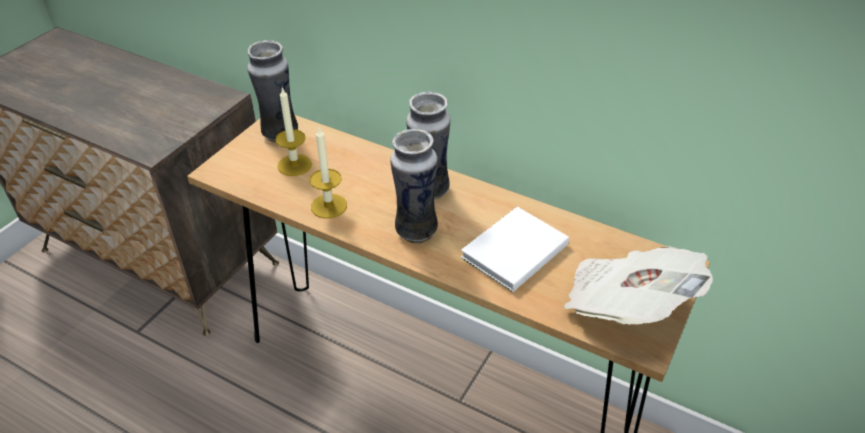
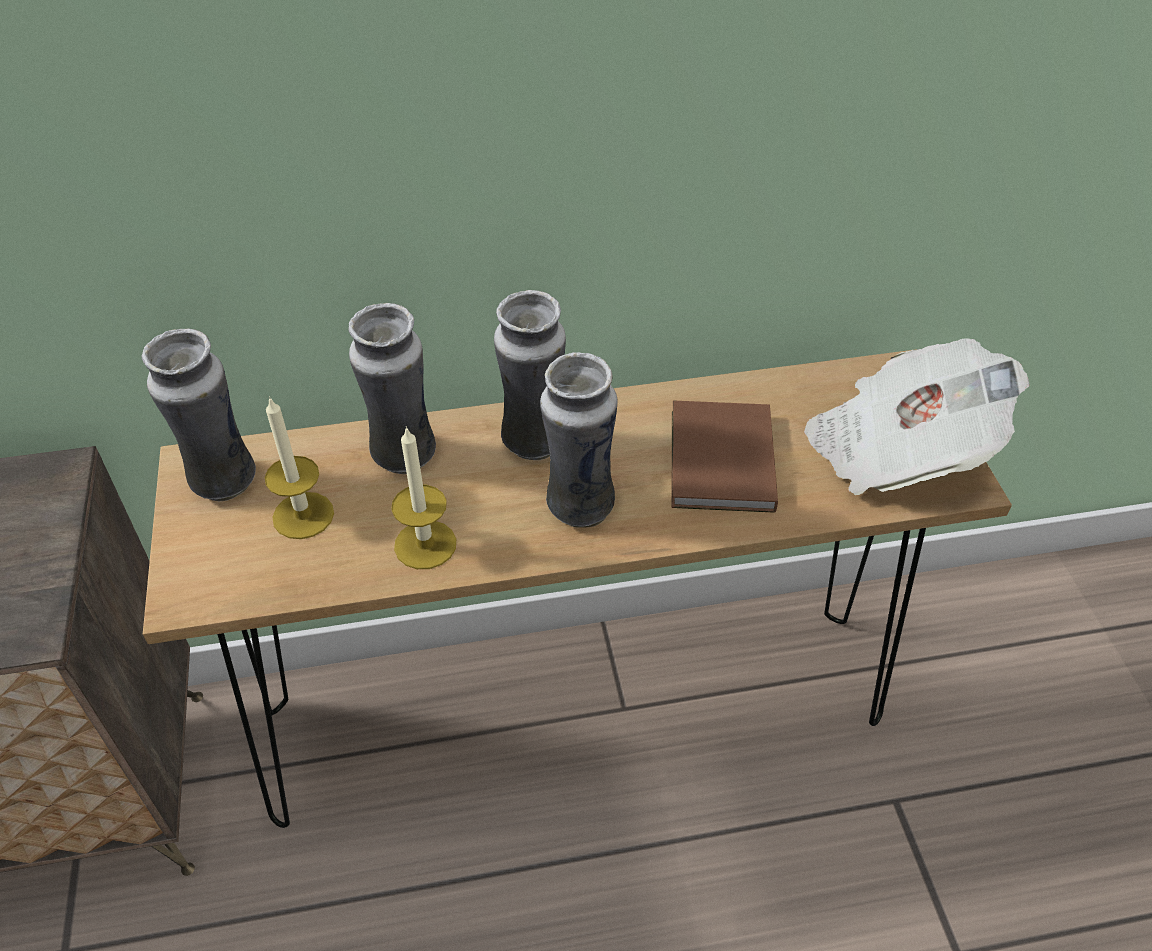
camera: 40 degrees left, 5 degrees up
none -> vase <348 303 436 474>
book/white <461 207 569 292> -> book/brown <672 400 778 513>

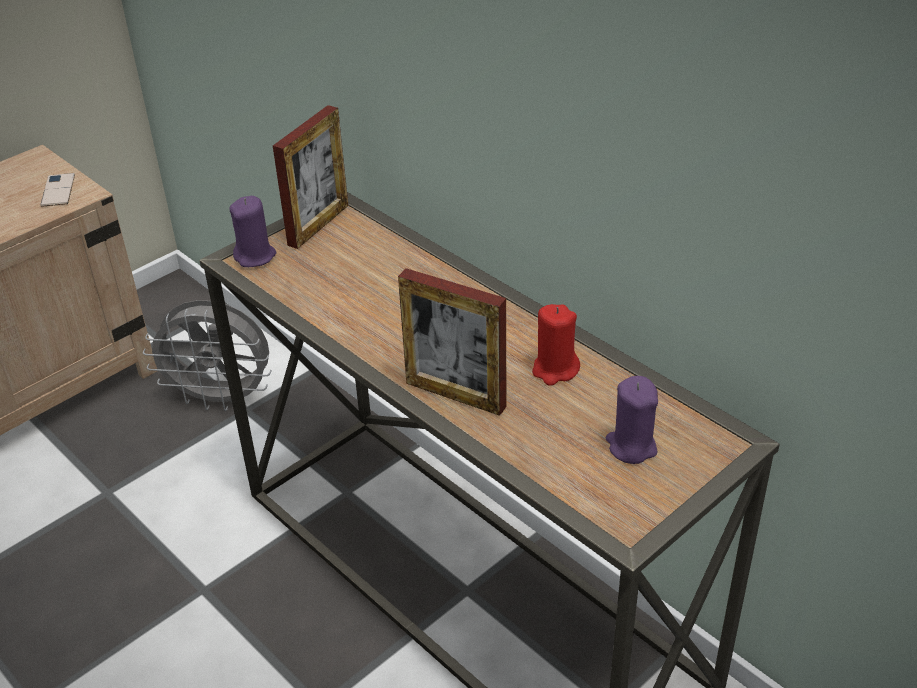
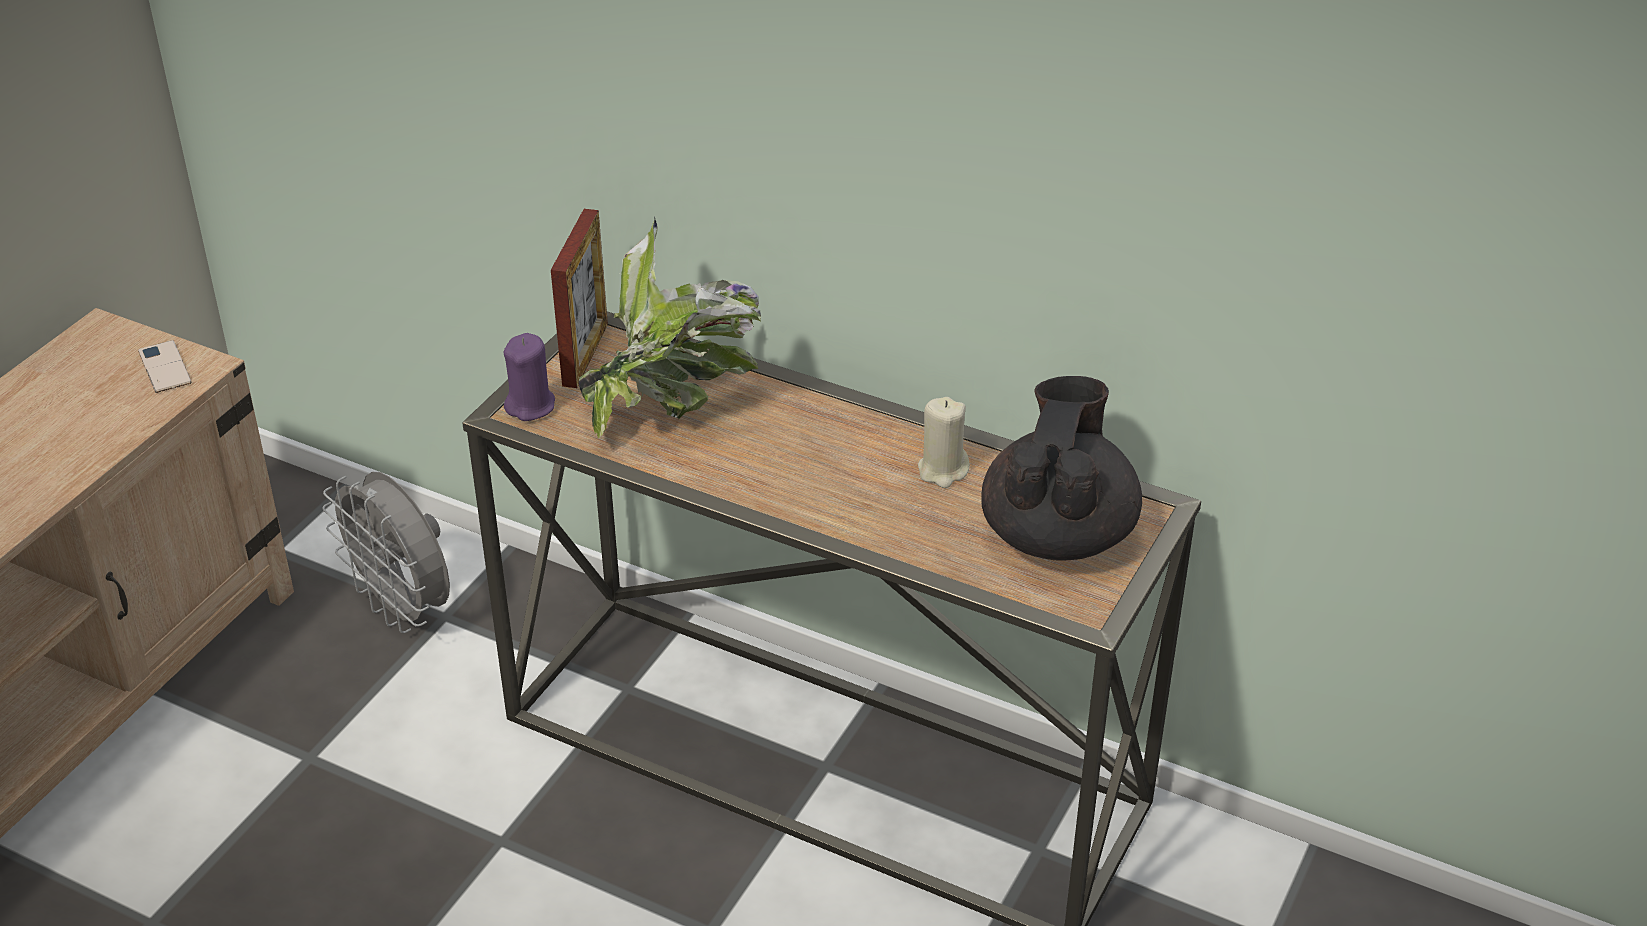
camera: 20 degrees left, 0 degrees up
picture frame <398 268 506 416> -> none
none -> potted plant <579 216 761 439>
candle/purple <606 376 658 464> -> teapot/black <981 376 1142 561>
candle/red <532 304 580 386> -> candle/beige <918 397 970 488>
fan/grey <143 300 272 411> -> fan/grey <322 472 450 634>, 60 degrees clockwise

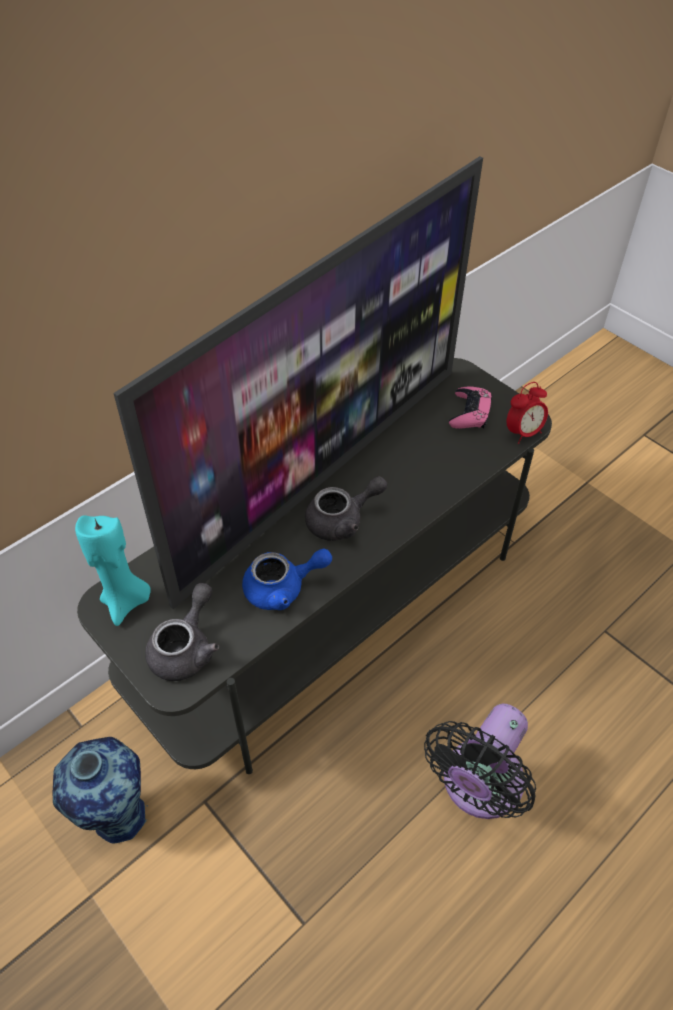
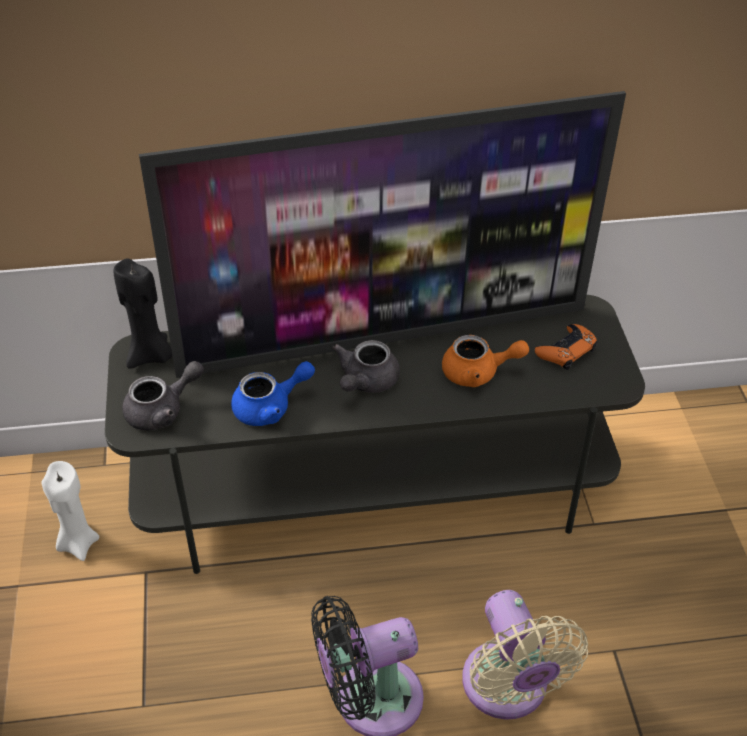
camera: 35 degrees right, 5 degrees down
alarm clock <507 382 548 444> -> none
none -> teapot/orange <442 335 529 387>
none -> fan/beige <462 590 588 720>
vase <53 737 148 844> -> candle/white <41 461 99 561>
candle/turquoise <75 515 151 626> -> candle/black <113 258 173 369>
game controller/pink <449 386 492 429> -> game controller/orange <535 324 597 370>
teapot/blue <242 548 332 610> -> teapot/blue <231 361 315 426>, 45 degrees counterclockwise
teapot/grey <305 476 387 541> -> teapot/grey <332 340 400 393>, 105 degrees clockwise

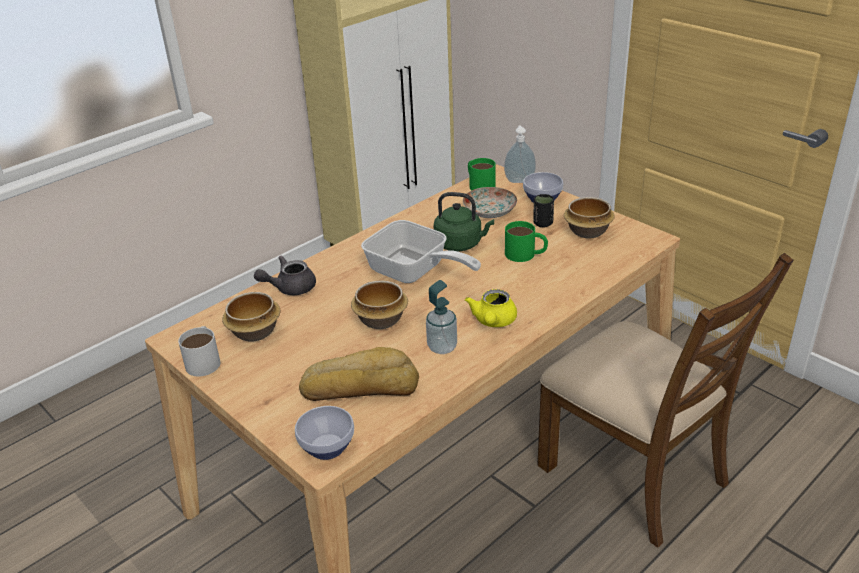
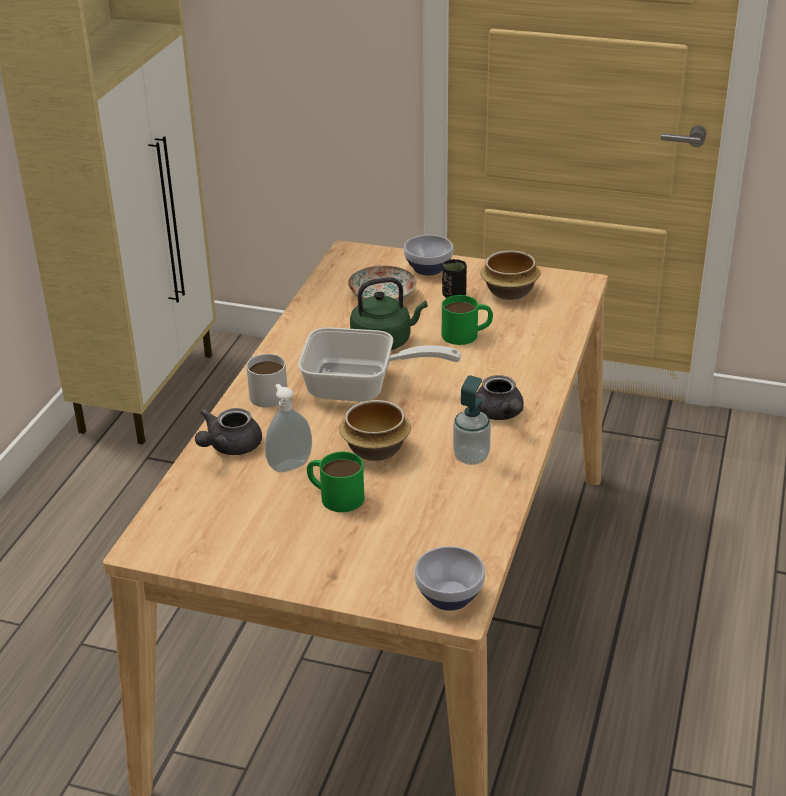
camera: 30 degrees left, 0 degrees up
bowl <222 292 280 342> -> none
bread <299 347 419 401> -> none
chair/brown <537 253 793 548> -> none
mug/white <178 326 221 376> -> mug/white <246 354 287 408>, move
mug/green <468 158 496 191> -> mug/green <307 452 364 512>, move
soap dispenser <504 125 536 183> -> soap dispenser <265 384 312 473>, move
teapot/yellow <465 289 517 327> -> teapot/grey <476 375 524 420>

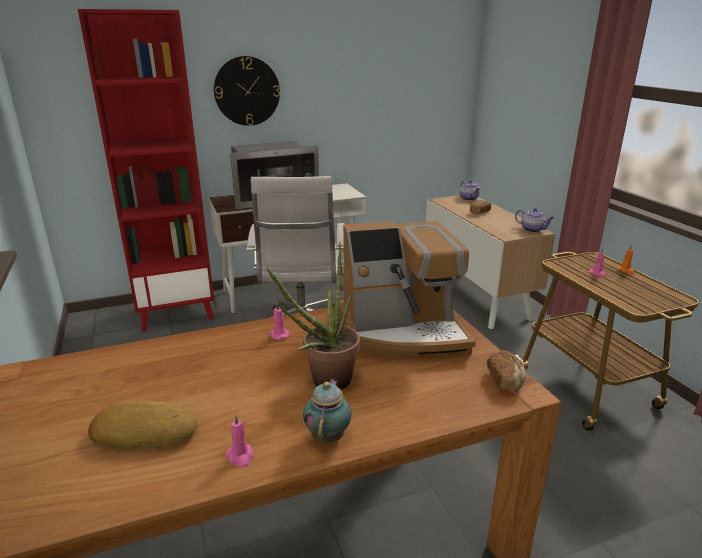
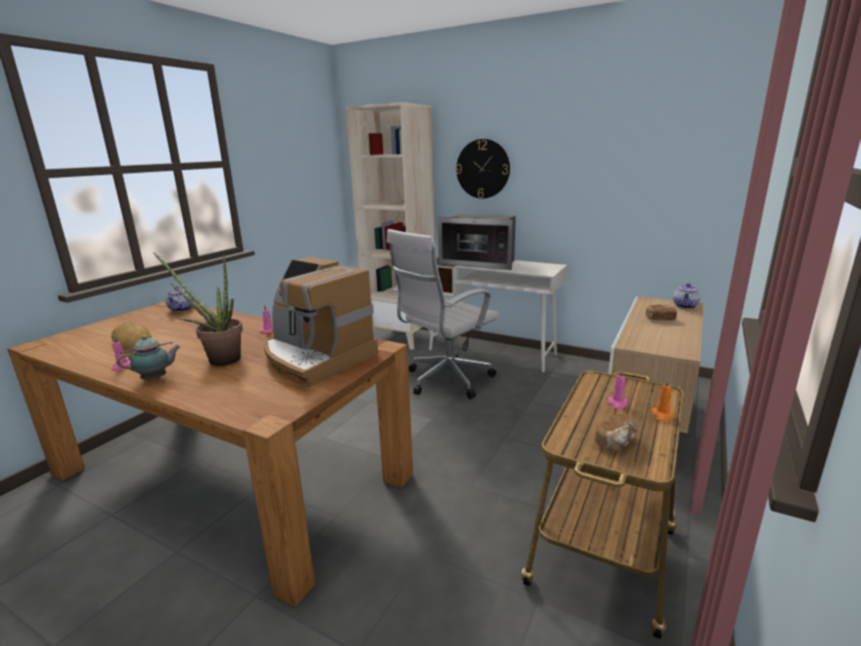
camera: 50 degrees right, 5 degrees down
bread <487 350 526 391> -> bread <595 414 638 452>, move
teapot <515 208 554 232> -> teapot <165 286 194 312>, move
bookcase/red <78 9 214 332> -> bookcase/beige <346 102 435 350>

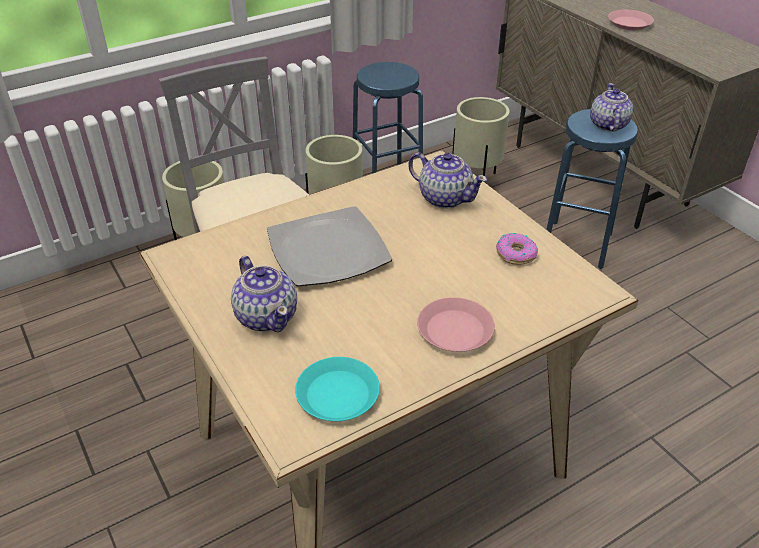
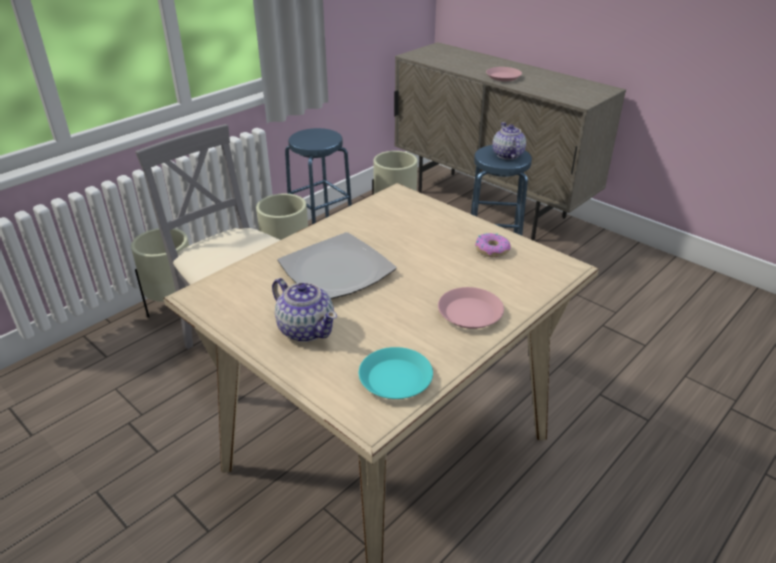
camera: 15 degrees left, 5 degrees down
teapot <408 152 487 209> -> none

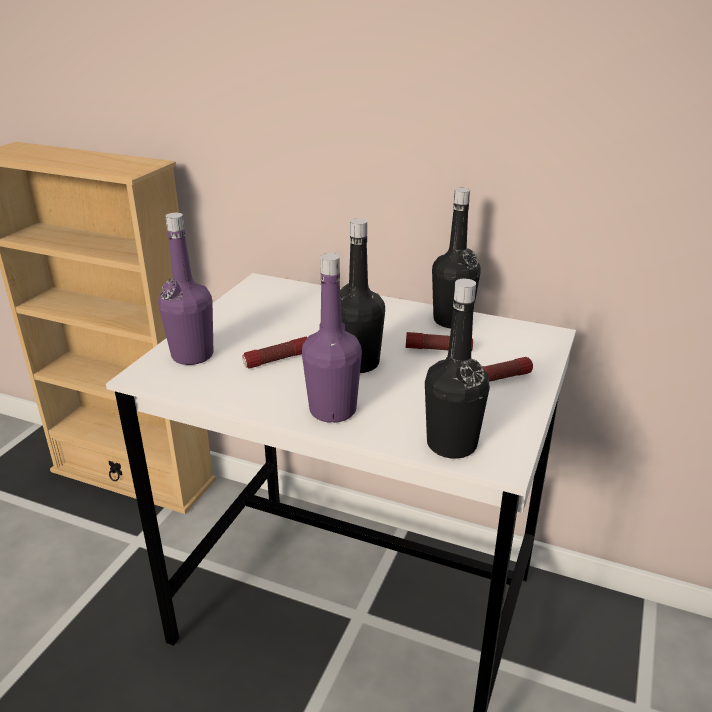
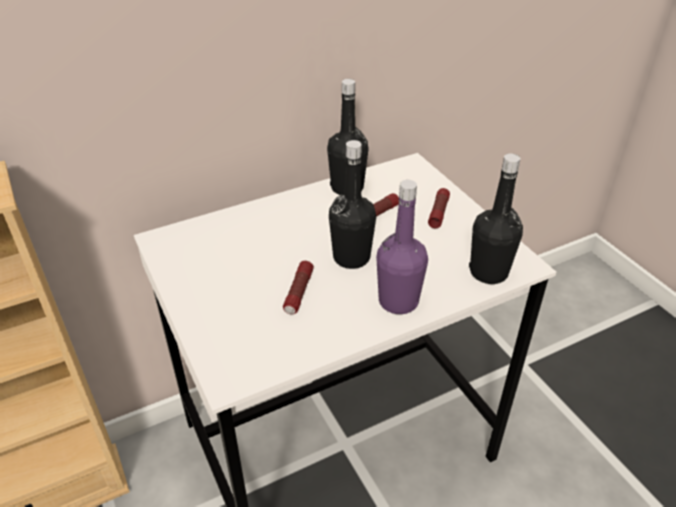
camera: 50 degrees left, 10 degrees up
bottle/purple <158 213 213 365> -> none

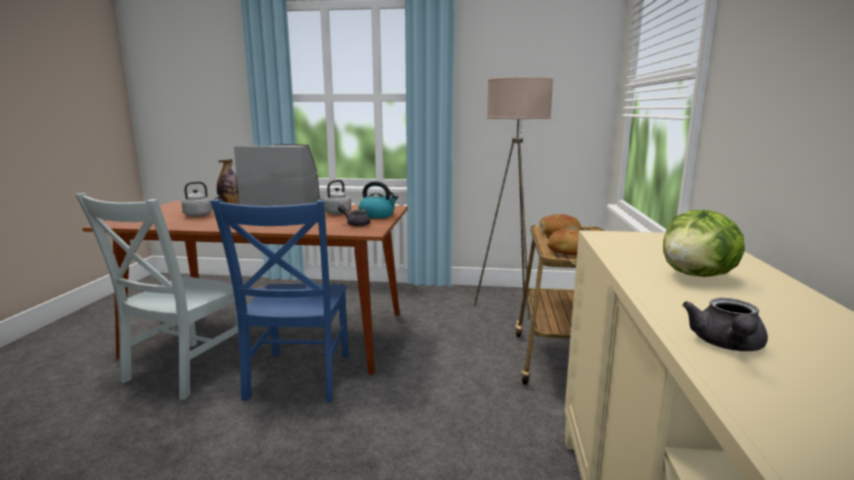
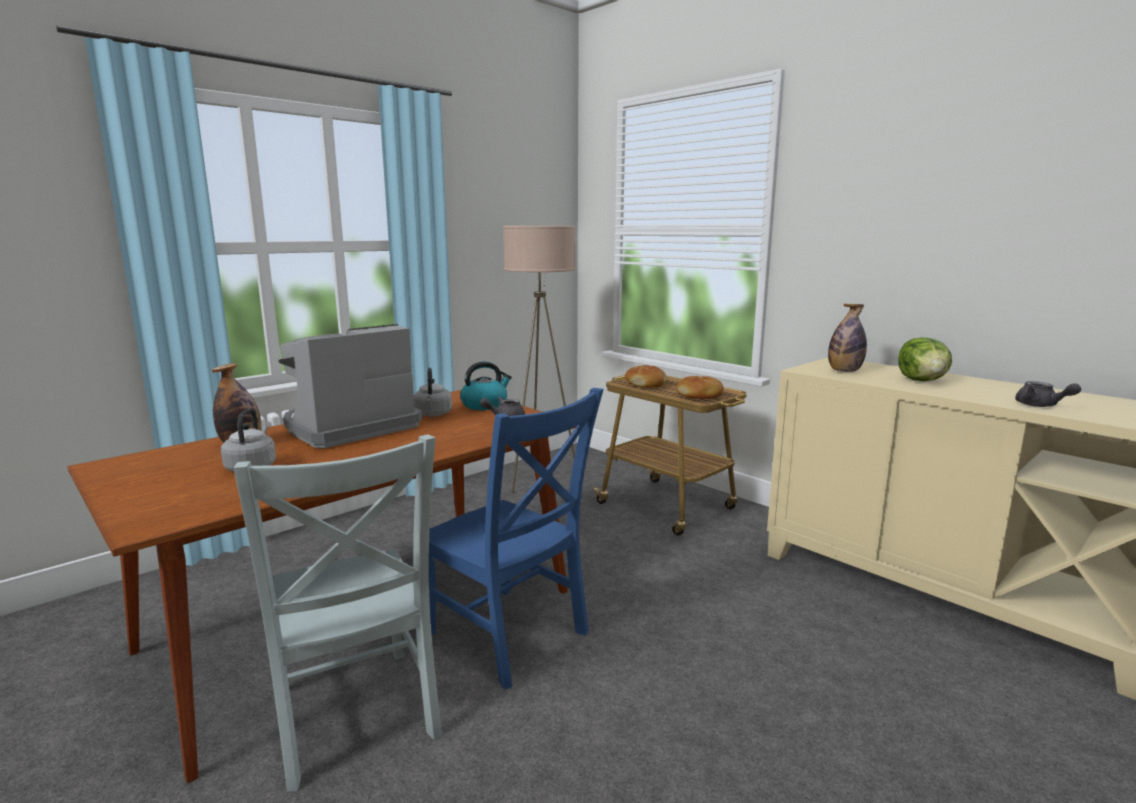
camera: 50 degrees left, 0 degrees up
none -> bottle <828 304 867 372>

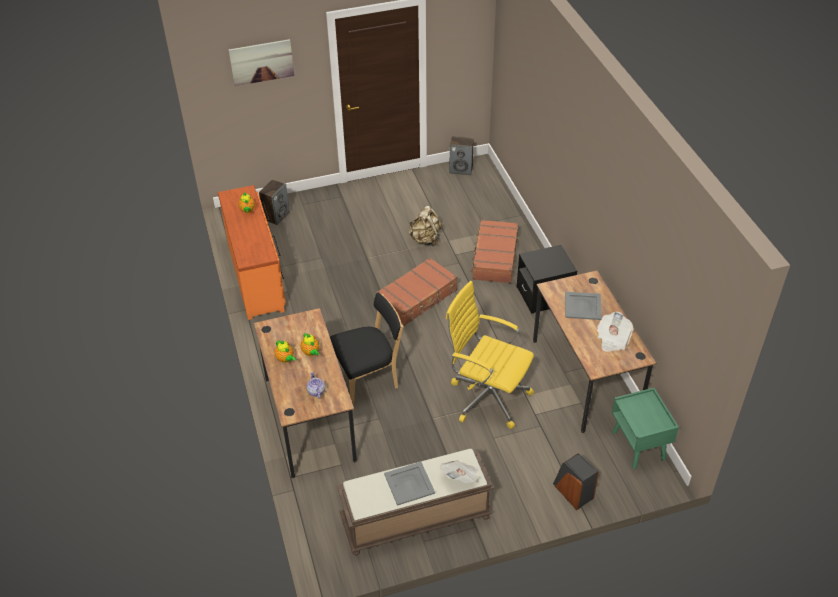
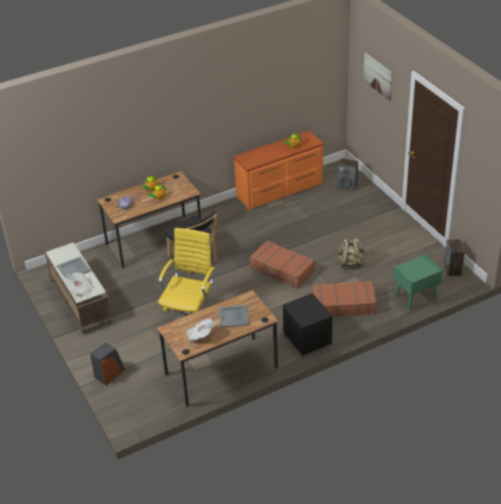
camera: 80 degrees right, 5 degrees down
nightstand/green <612 388 679 469> -> nightstand/green <393 253 443 310>, move

